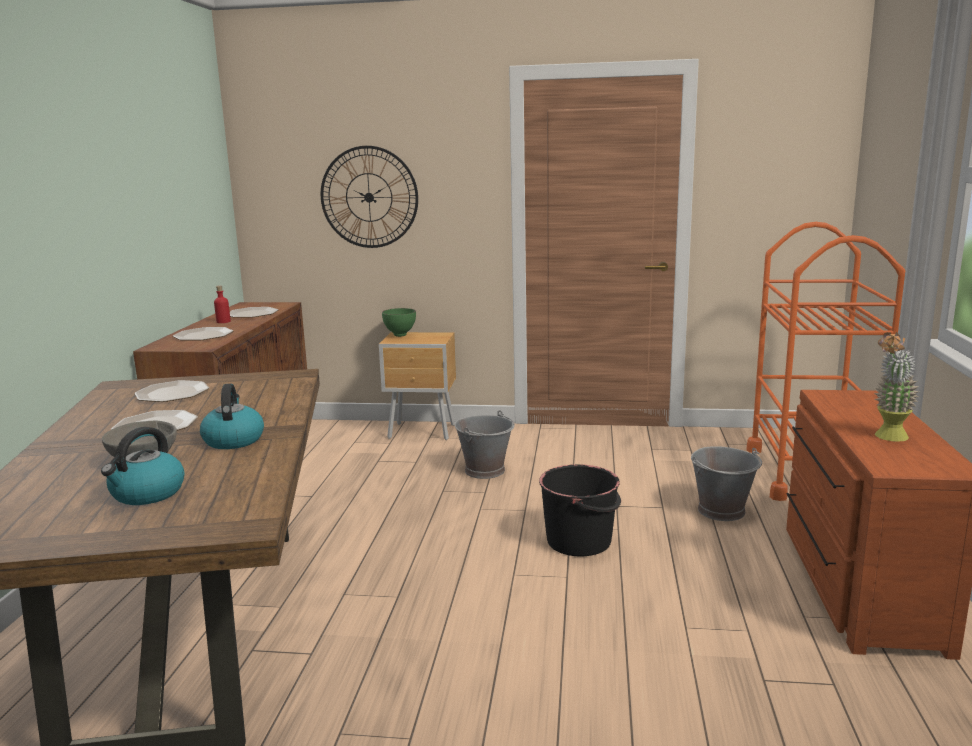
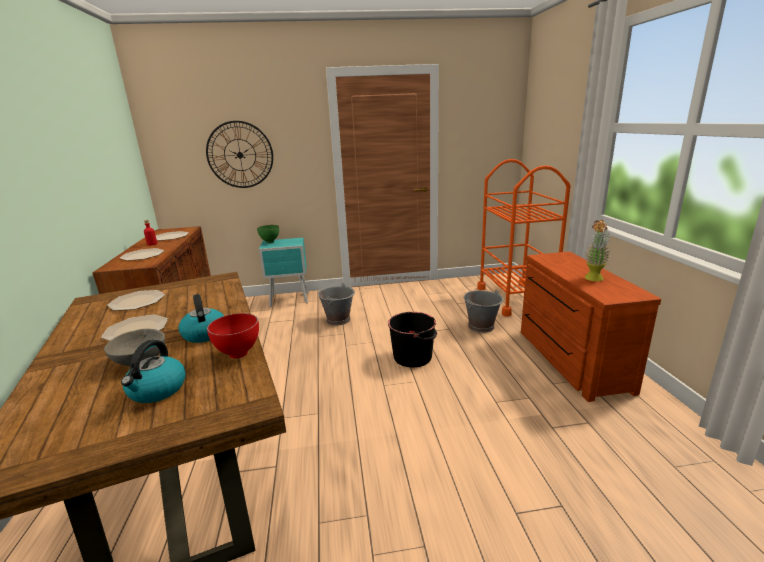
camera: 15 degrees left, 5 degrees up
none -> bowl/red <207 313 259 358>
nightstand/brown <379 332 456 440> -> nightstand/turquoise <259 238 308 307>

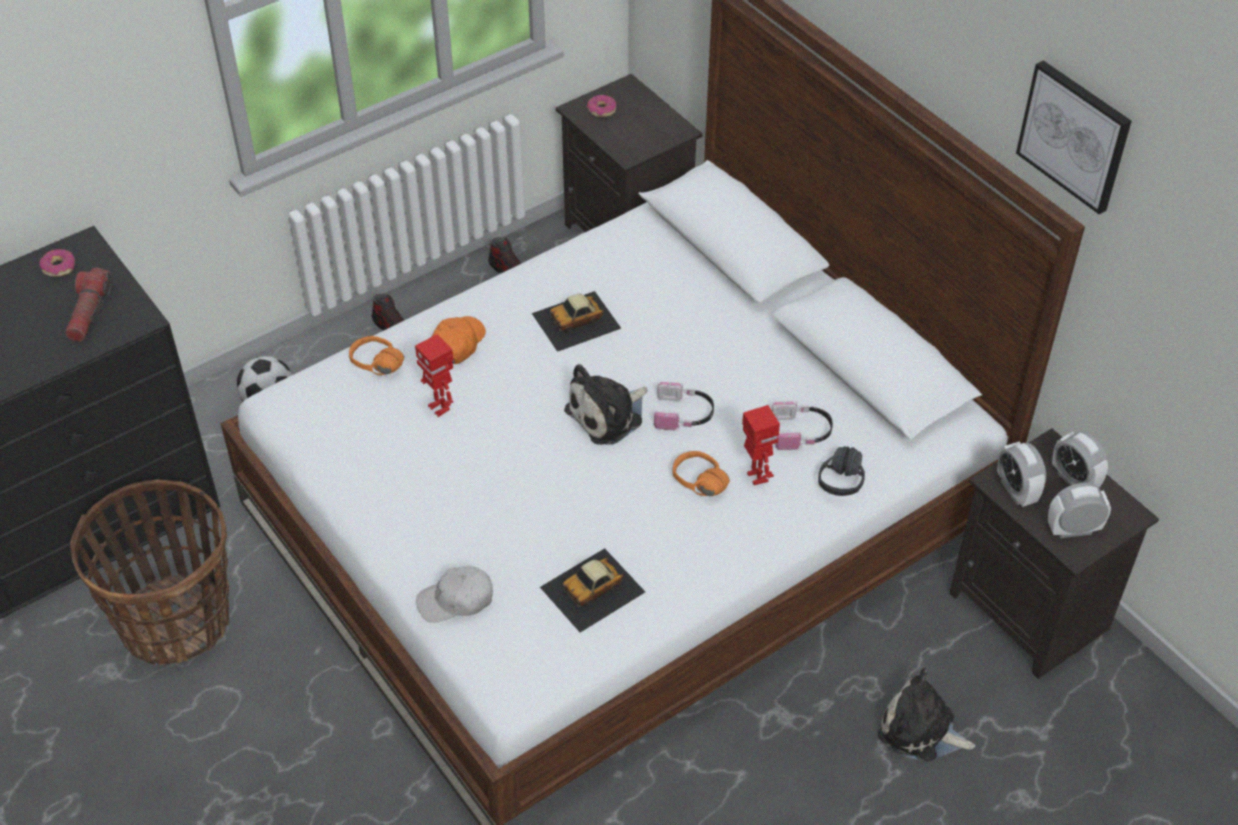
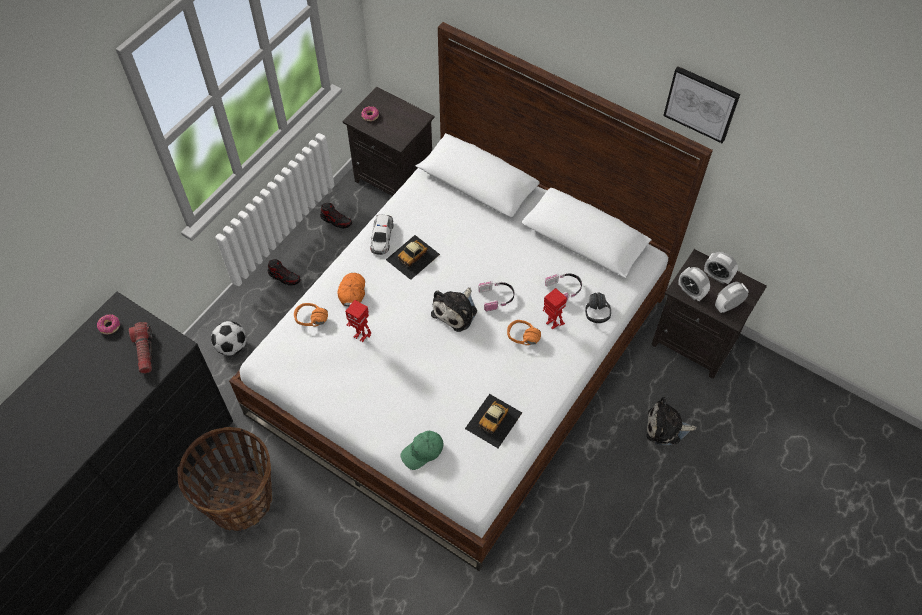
camera: 20 degrees left, 10 degrees up
none -> toy car <370 215 394 255>
cap/white <416 566 493 623> -> cap/green <401 431 443 470>

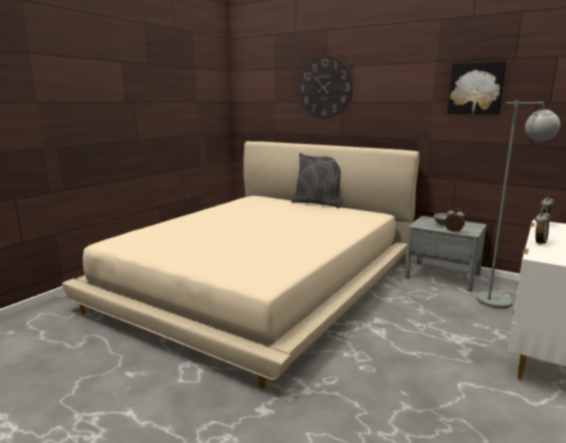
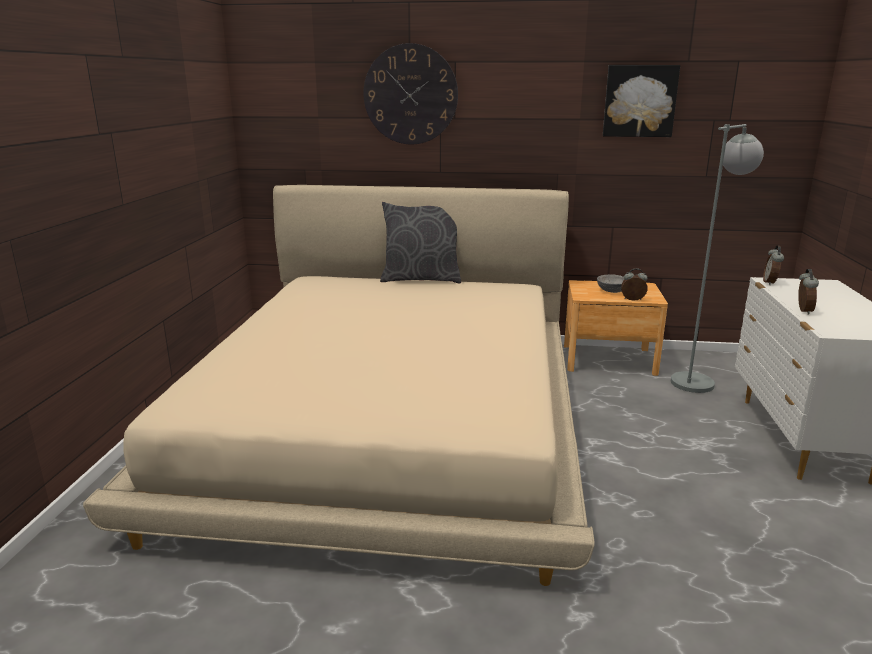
camera: 25 degrees left, 5 degrees up
nightstand/grey <405 216 487 292> -> nightstand/brown <564 280 668 376>

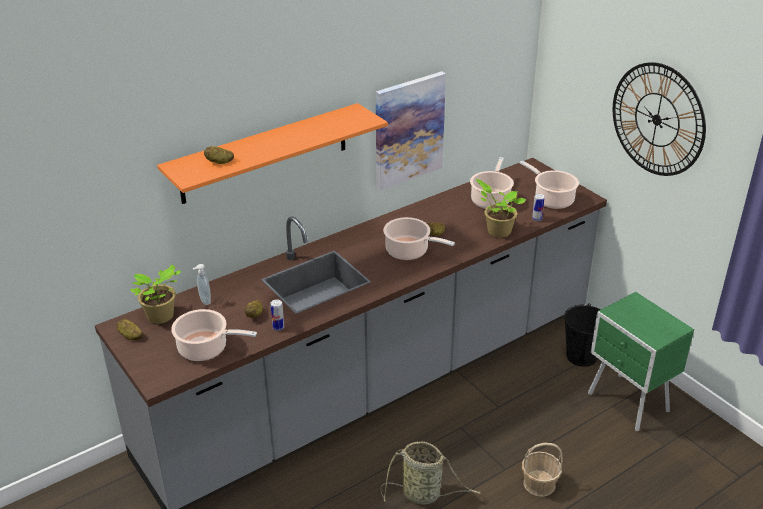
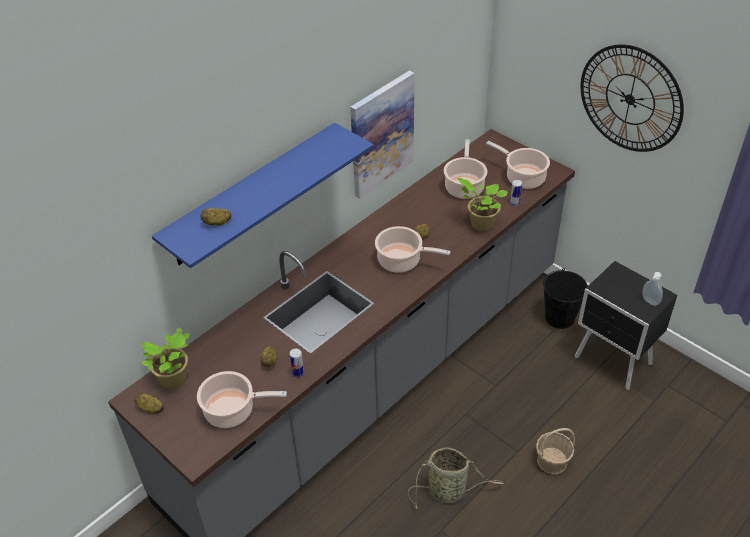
camera: 10 degrees left, 10 degrees up
soap dispenser <193 264 211 305> -> soap dispenser <642 272 663 306>, move
shelf/orange <157 103 388 204> -> shelf/blue <152 123 374 268>
nightstand/green <588 292 694 431> -> nightstand/black <575 261 677 390>

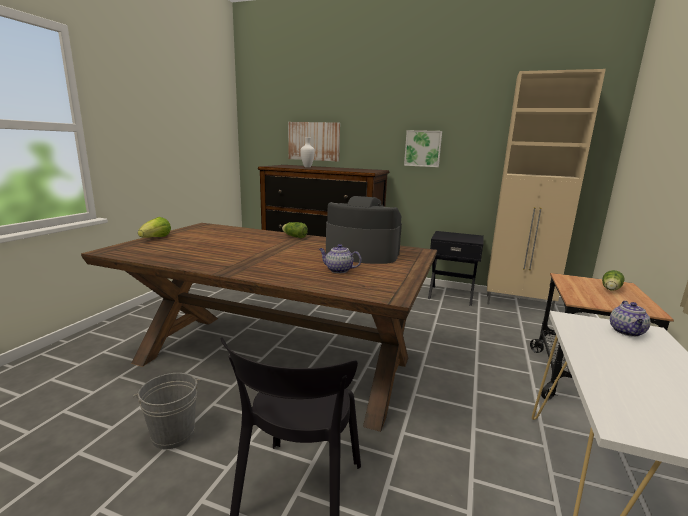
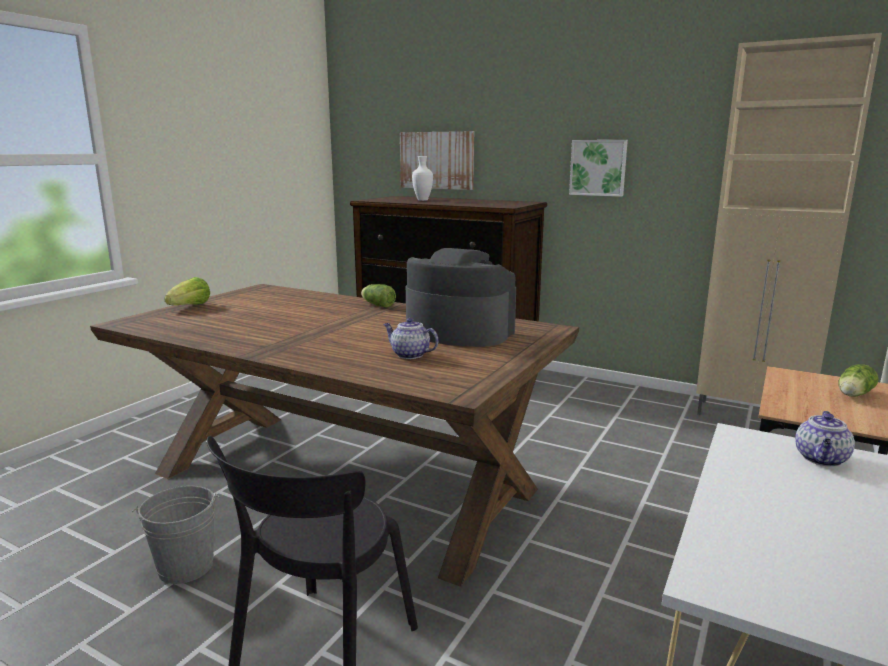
camera: 10 degrees right, 0 degrees up
nightstand/black <428 231 484 306> -> none

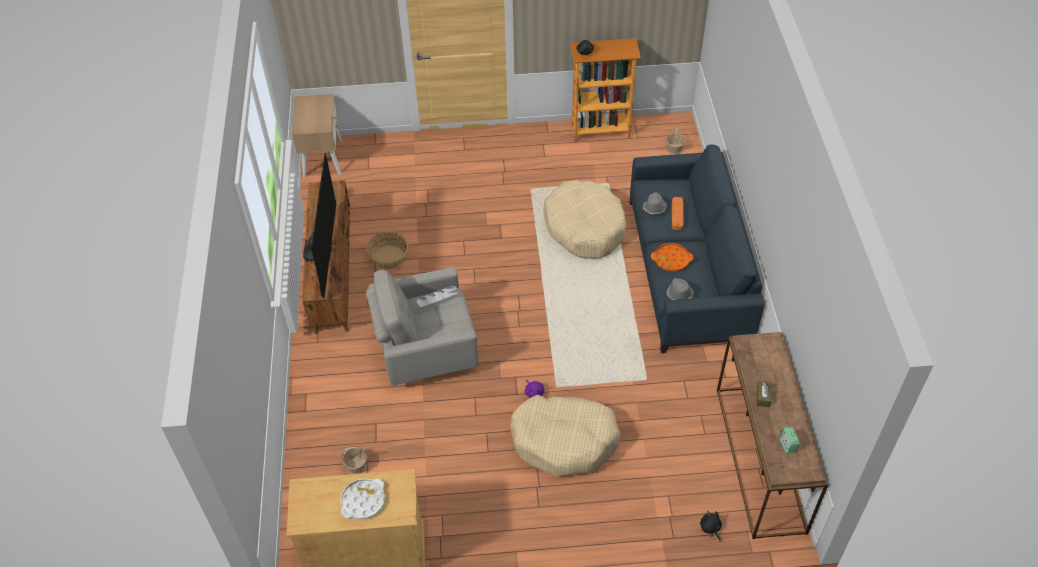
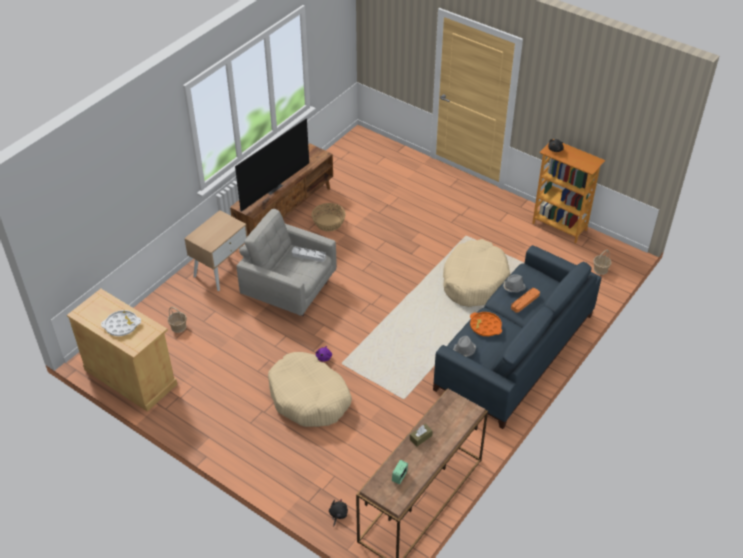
camera: 40 degrees right, 5 degrees down
nightstand/beige <292 94 342 178> -> nightstand/beige <184 210 248 291>, move

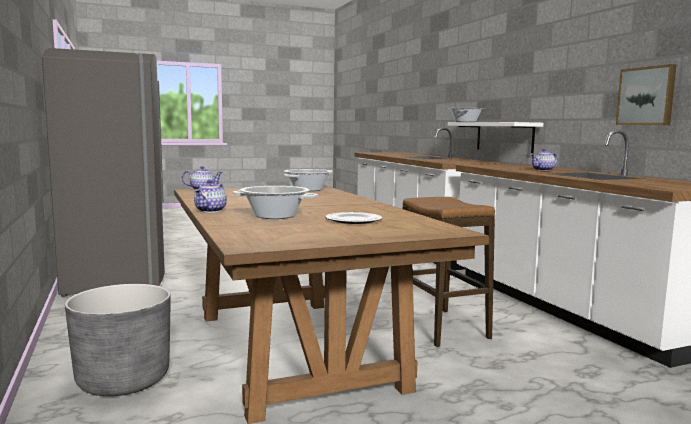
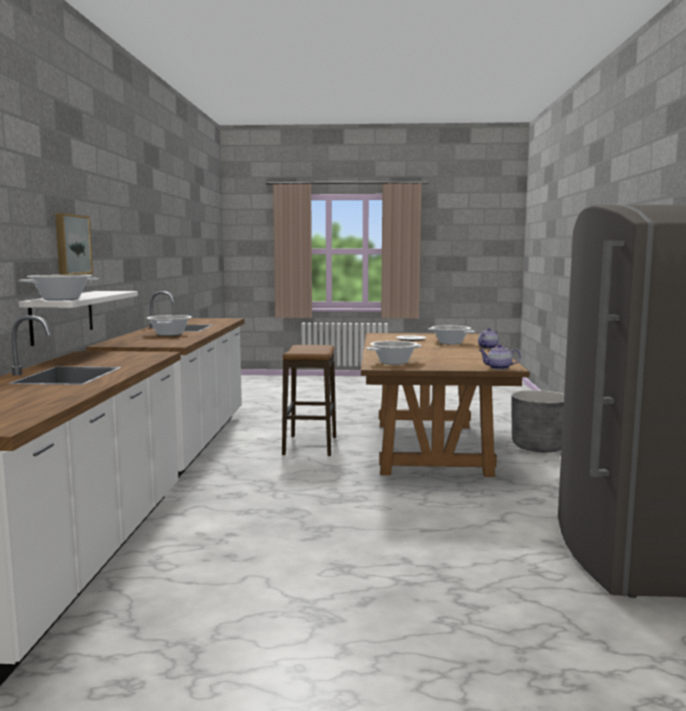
camera: 155 degrees left, 0 degrees up
picture <616 64 677 125> -> picture <55 213 93 275>, move
teapot <530 149 557 171> -> cooking pot <147 315 192 336>

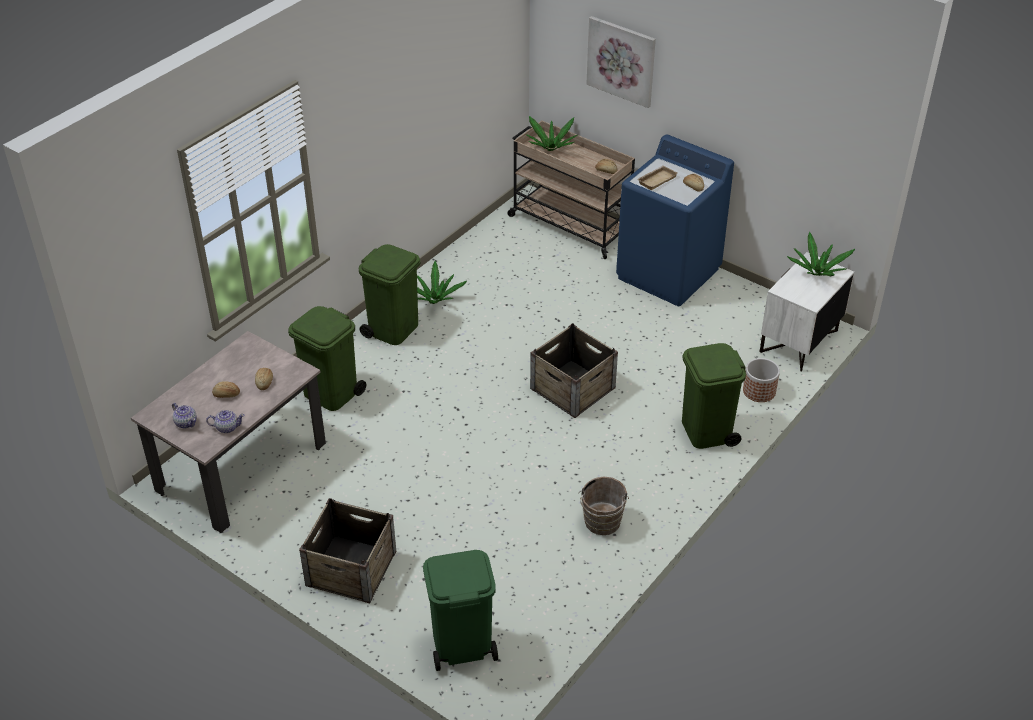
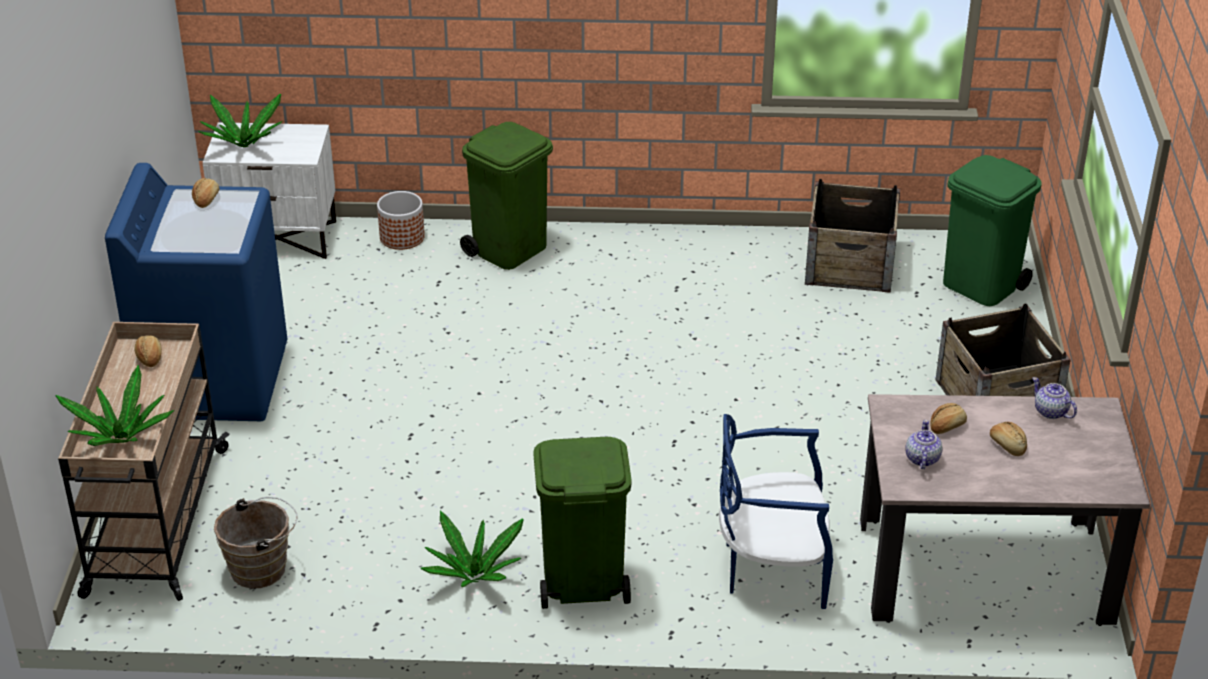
camera: 125 degrees left, 5 degrees down
picture <586 16 656 108> -> none
tray/beige <637 165 677 190> -> none
teapot <172 403 197 428> -> teapot <905 420 942 469>, move
crate <530 323 618 418> -> crate <805 179 900 293>, move
bucket/brown <578 476 629 535> -> bucket/brown <214 497 298 589>, move
trash can/green <288 306 366 411> -> chair/blue <719 414 833 609>

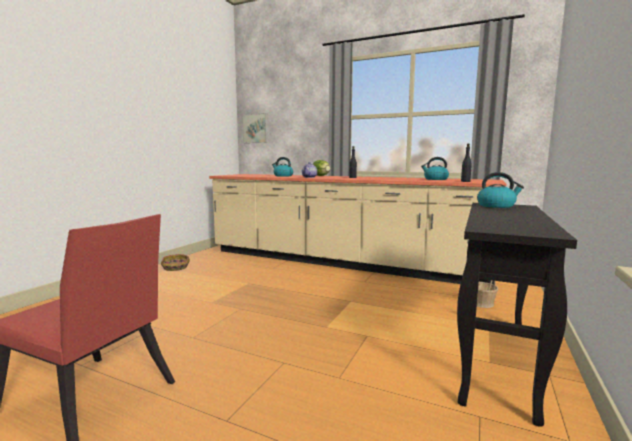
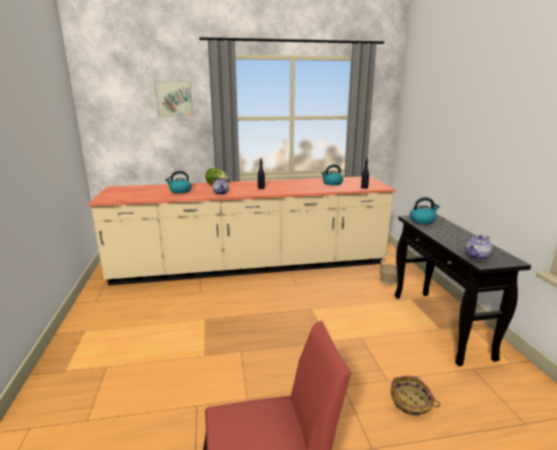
camera: 35 degrees left, 10 degrees up
none -> teapot <466 235 492 260>
basket <161 254 190 271> -> basket <391 375 440 416>, move
picture <242 113 268 143> -> picture <154 81 193 117>, move

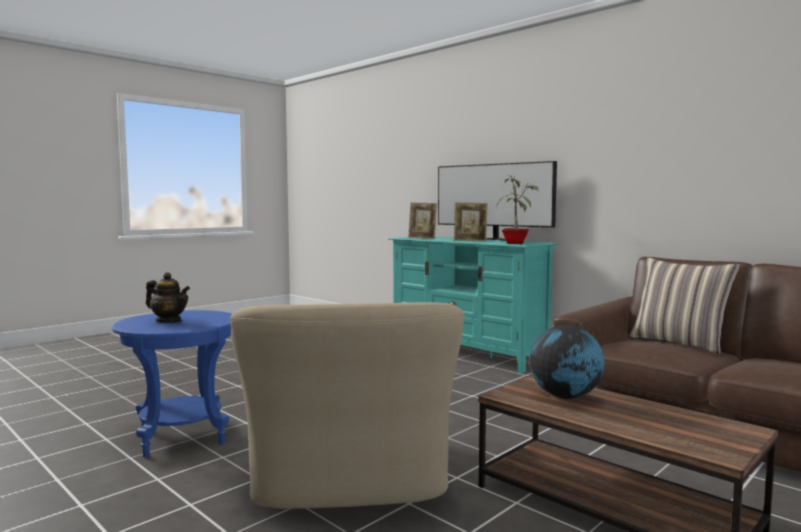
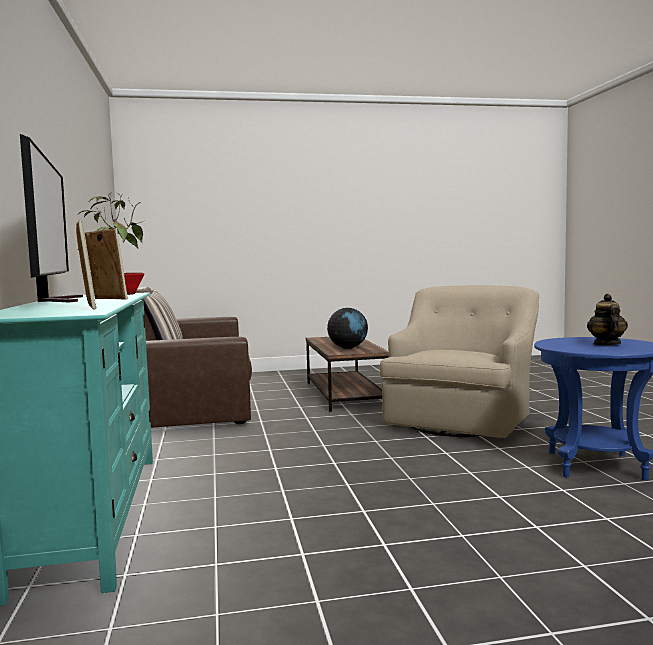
camera: 145 degrees left, 0 degrees up
teapot <146 272 190 323> -> teapot <587 294 628 345>, 45 degrees clockwise

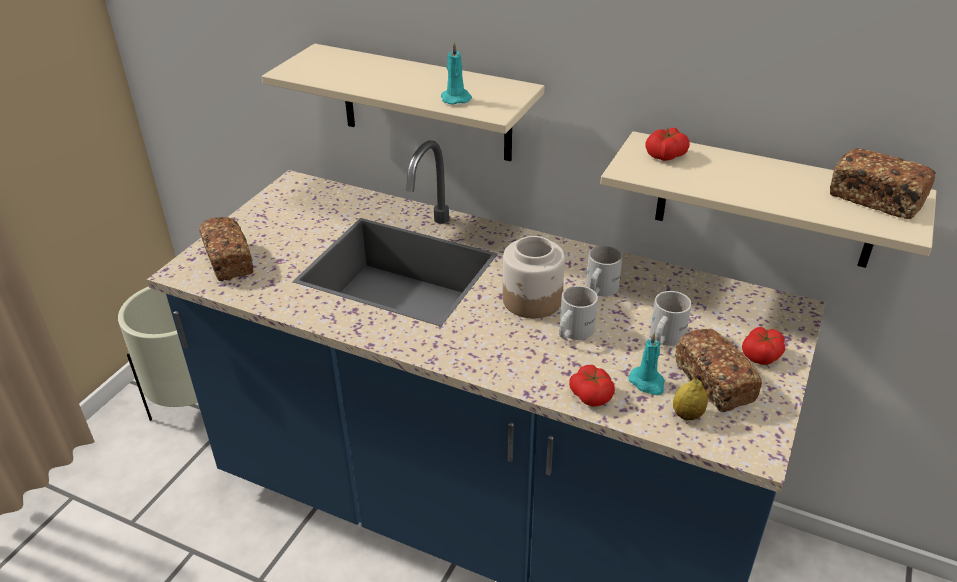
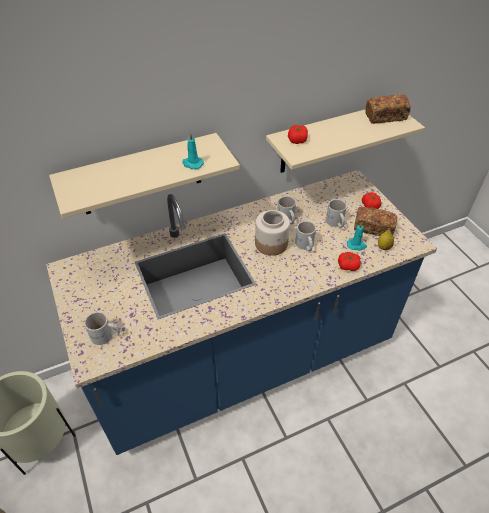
camera: 50 degrees left, 10 degrees up
bread <199 217 253 281> -> mug/white <84 312 120 345>

